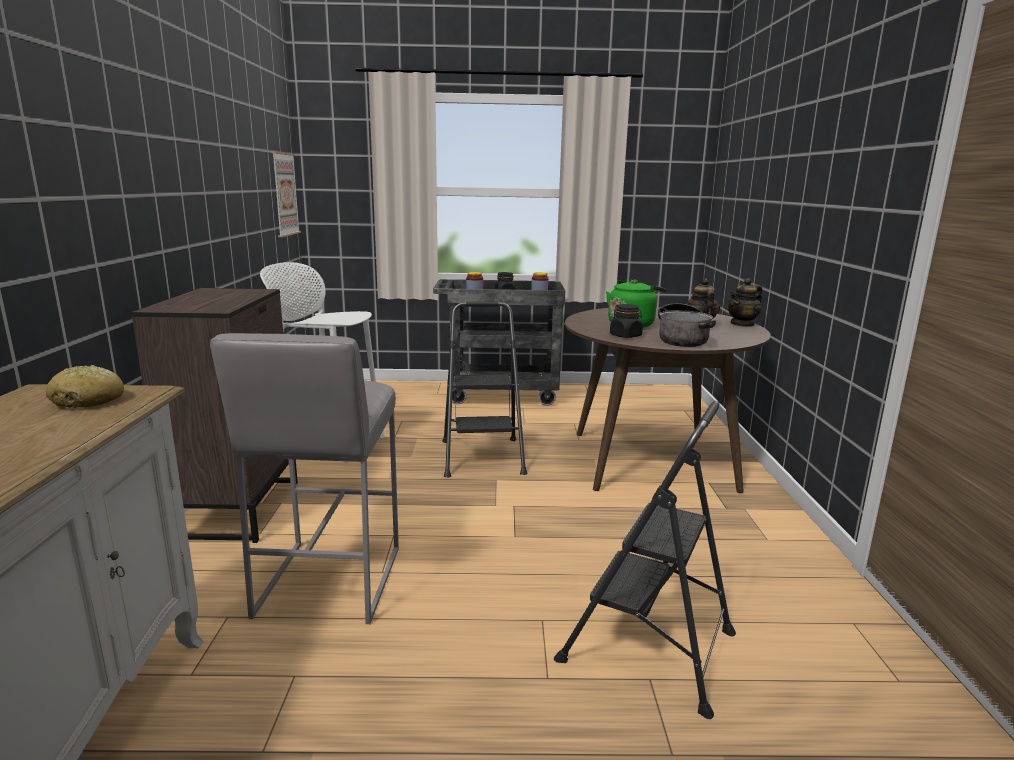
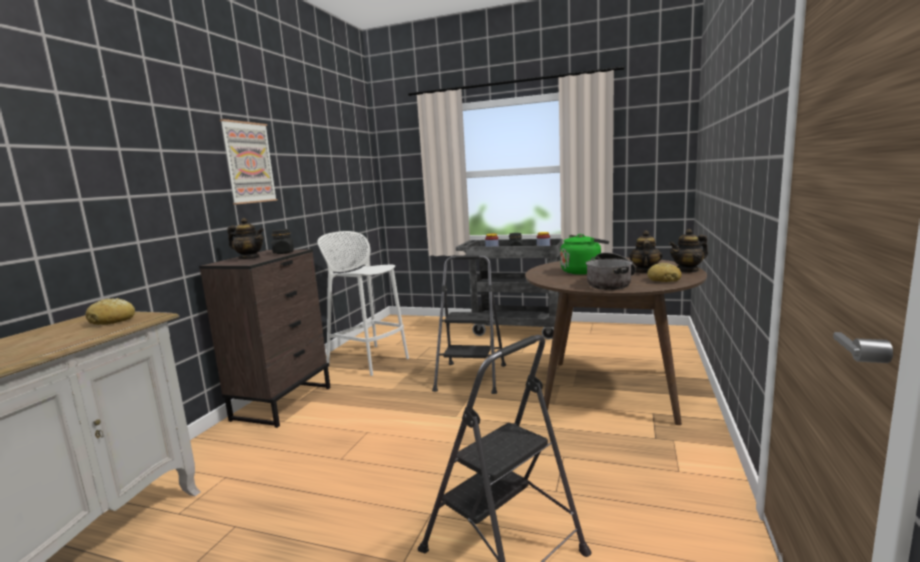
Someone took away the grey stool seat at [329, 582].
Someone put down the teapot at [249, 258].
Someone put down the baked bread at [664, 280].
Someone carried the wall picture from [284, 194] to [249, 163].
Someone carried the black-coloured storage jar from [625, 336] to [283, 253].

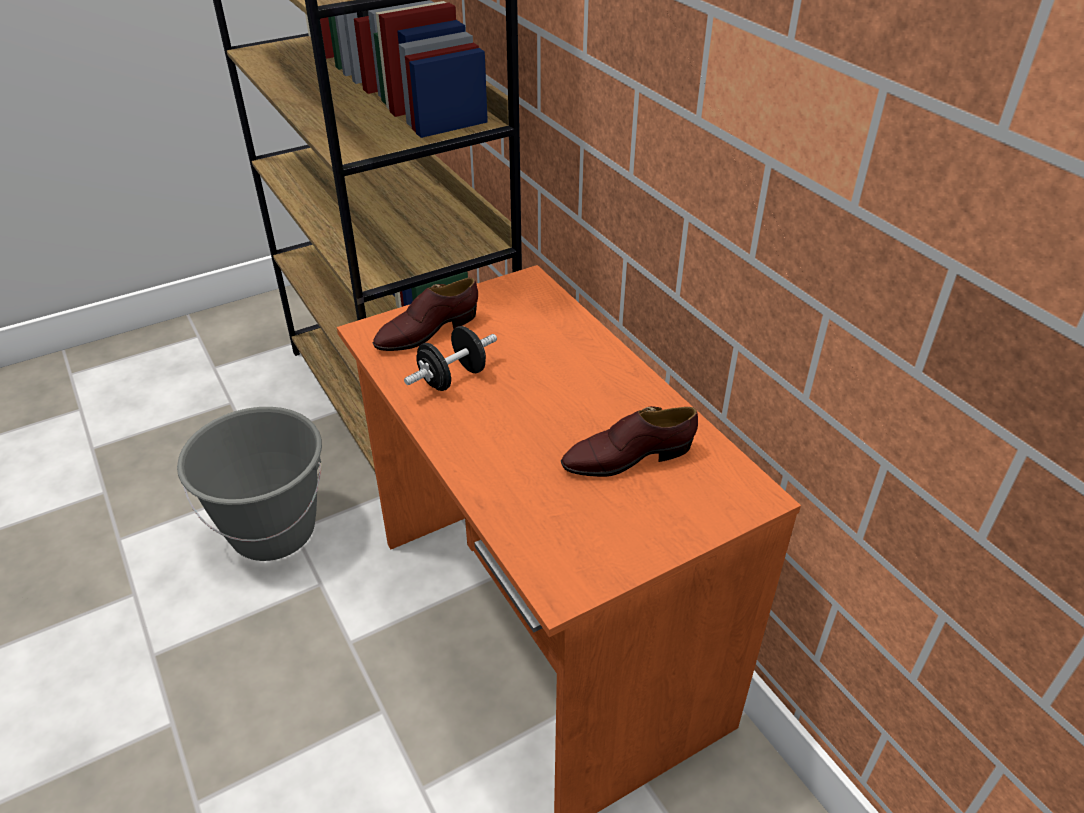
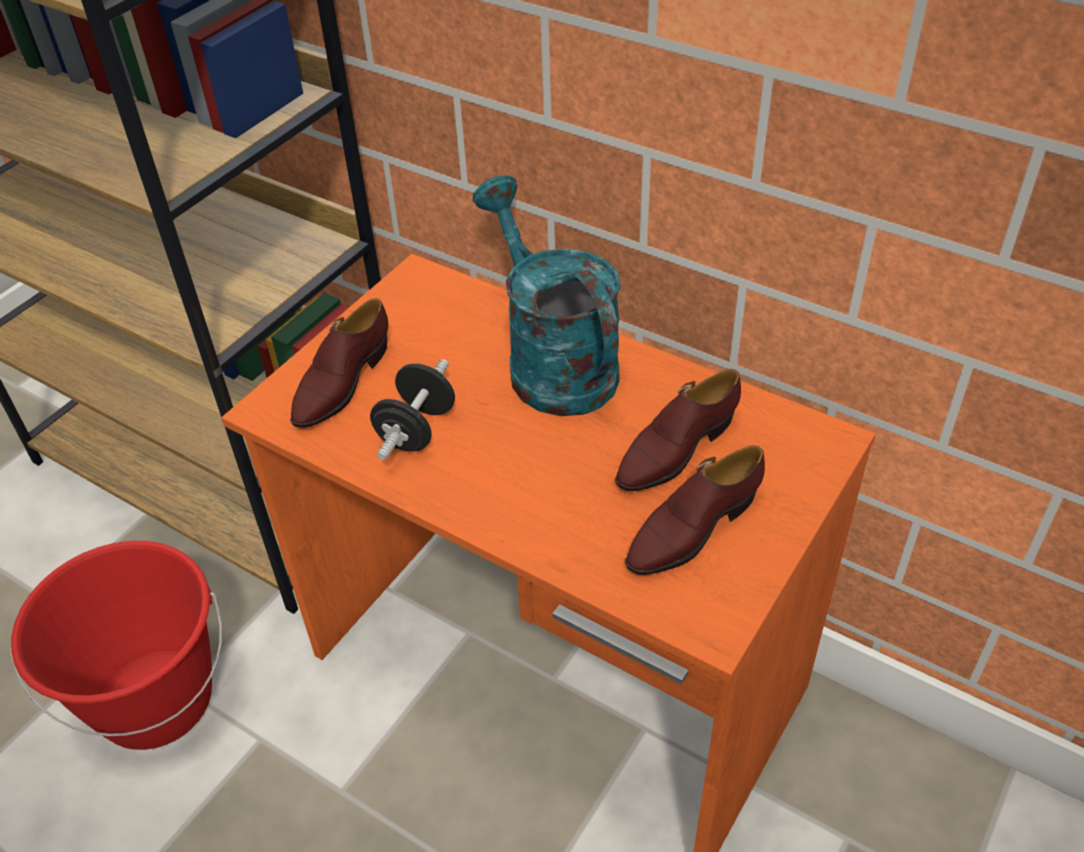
Someone put down the blue-green watering pot at [552, 362].
Someone put down the brownish shoe at [691, 528].
Someone repainted the grey pail at [273, 530], which became the red pail at [156, 700].

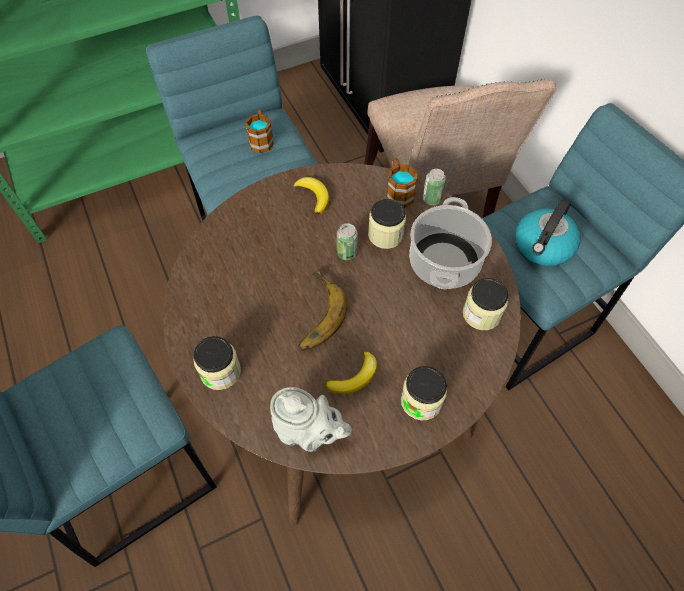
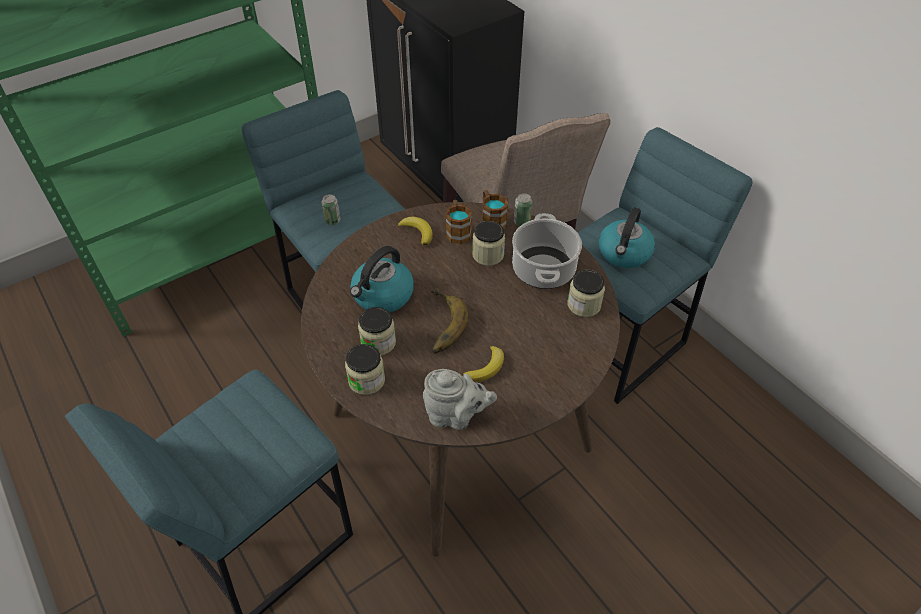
Someone put down the kettle at [382, 296].
Someone carried the tea mug from [261, 139] to [457, 231].
Someone carried the metal can from [346, 253] to [332, 221].
Someone carried the storage jar from [421, 401] to [378, 342].

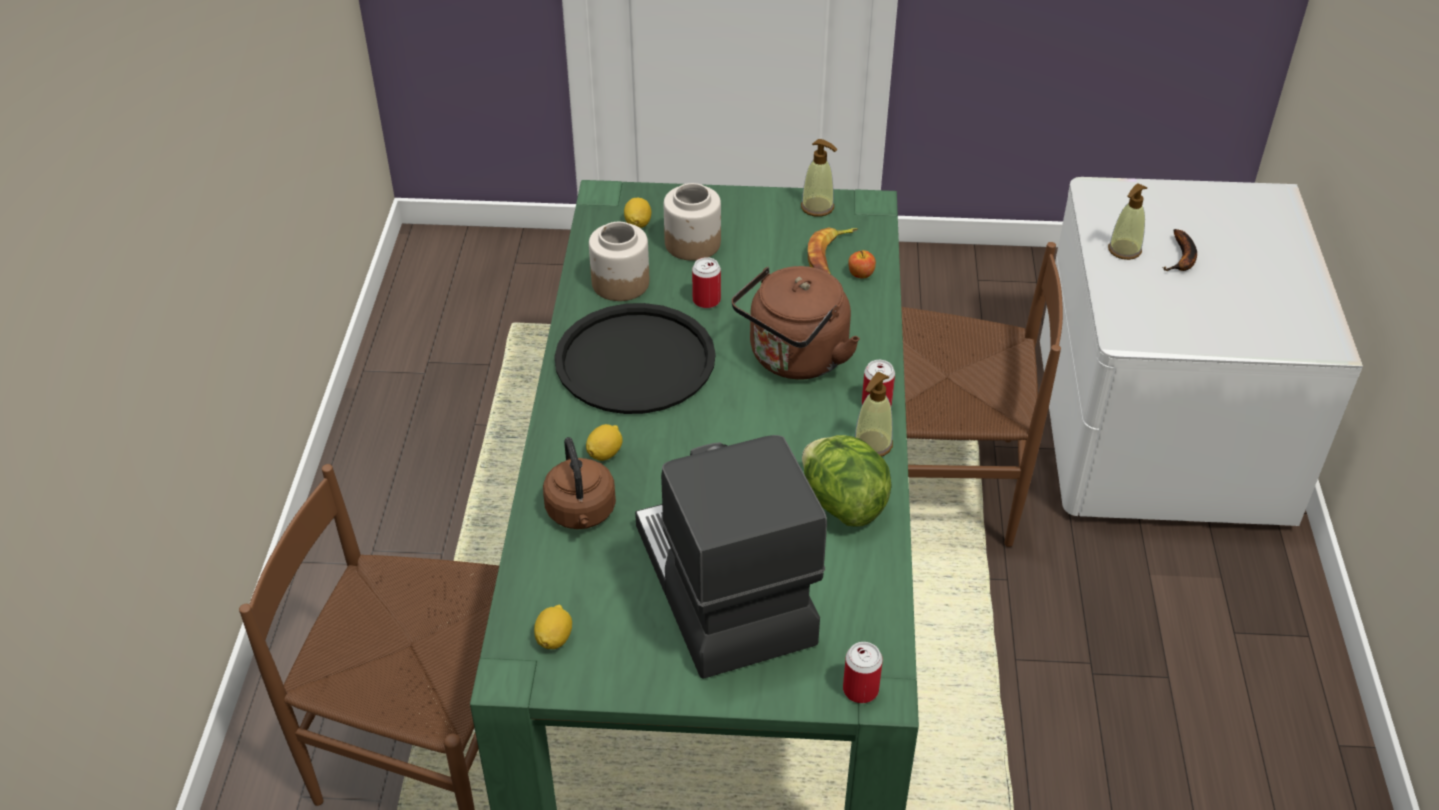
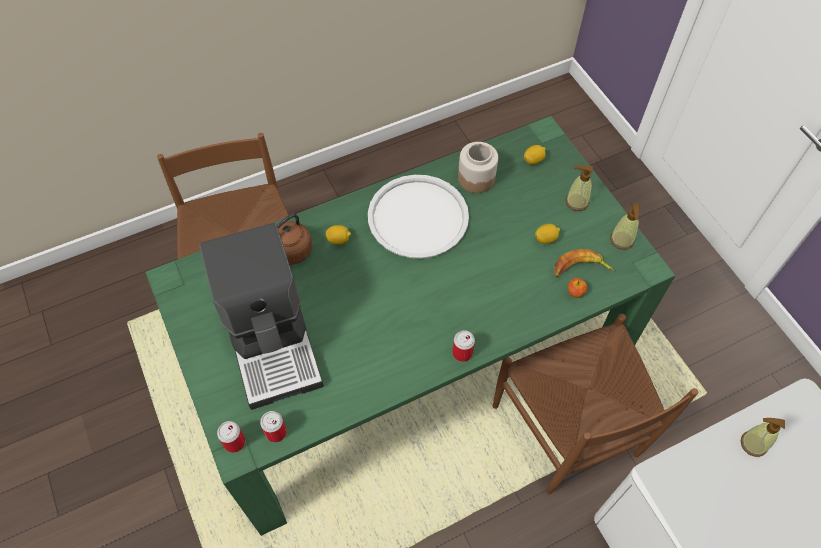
Someone took away the storage jar at [693, 243].
Someone took away the brownish kettle at [794, 359].
Someone took away the lettuce at [842, 503].
Someone took away the banana fruit at [1182, 258].
Someone carried the citrus fruit from [554, 638] to [546, 239].
Someone carried the metal can from [706, 300] to [276, 432].
Someone carried the soap bottle from [872, 444] to [576, 202].
Someone repainted the black-coloured serving tray at [635, 360], which became the whitish serving tray at [418, 217].
Someone rotated the coffee machine at [722, 587] by 120 degrees clockwise.

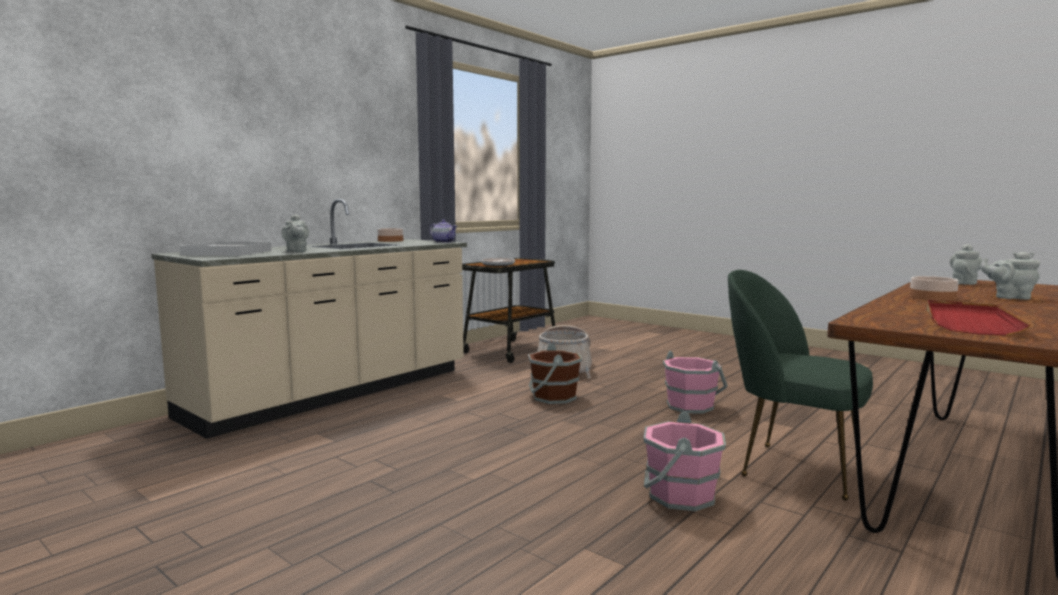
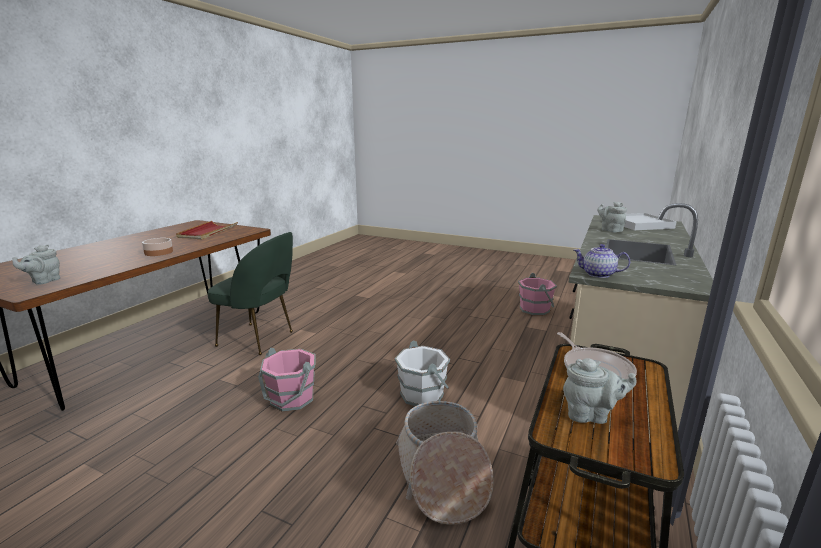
Someone took away the bowl at [391, 240].
Someone carried the pinkish pail from [680, 495] to [535, 309].
Someone carried the grey teapot from [1009, 297] to [590, 415].
Someone repainted the brownish pail at [553, 397], which became the whitish pail at [422, 394].

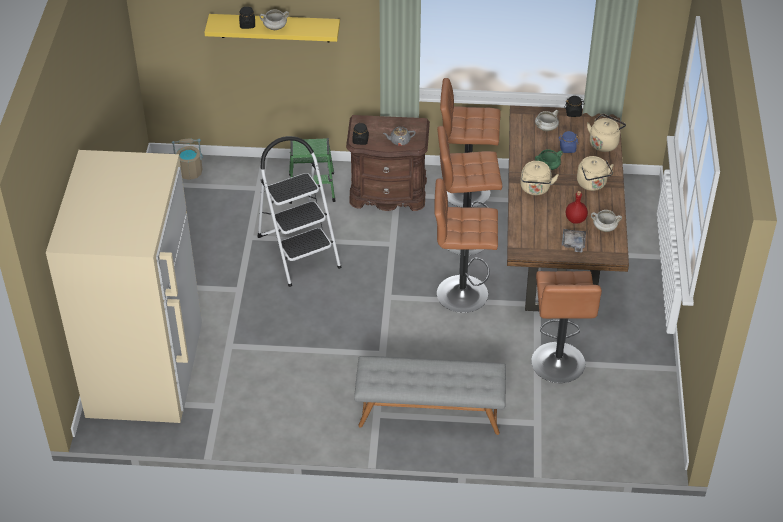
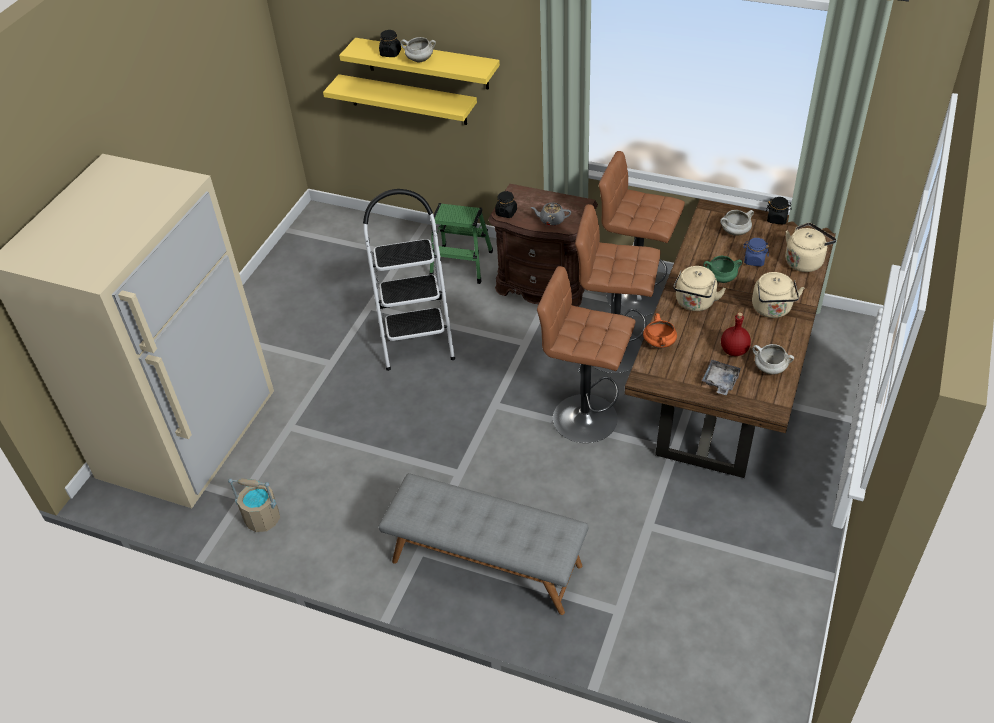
Someone took away the brownish stool seat at [557, 363].
Someone put up the yellow shelf at [408, 99].
Someone put down the orangey stockpot at [659, 343].
Someone carried the beige pail from [190, 172] to [262, 518].

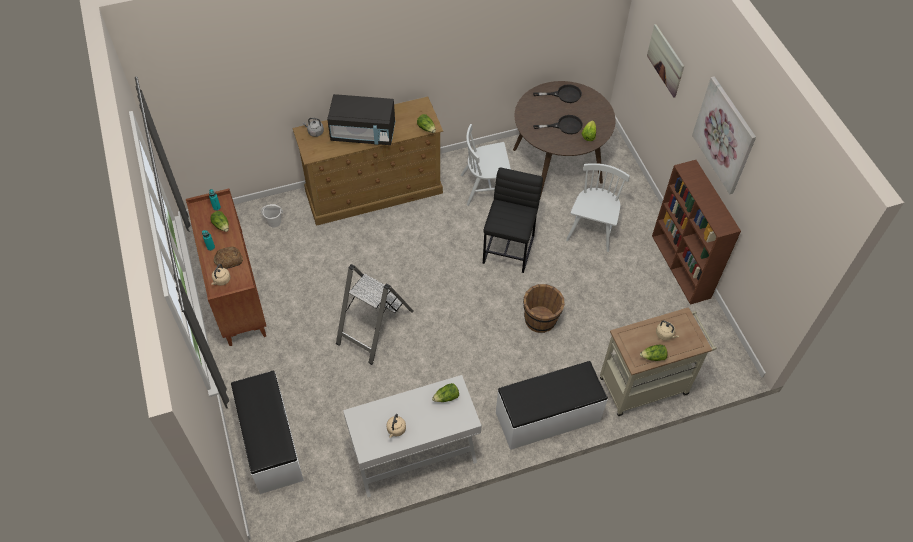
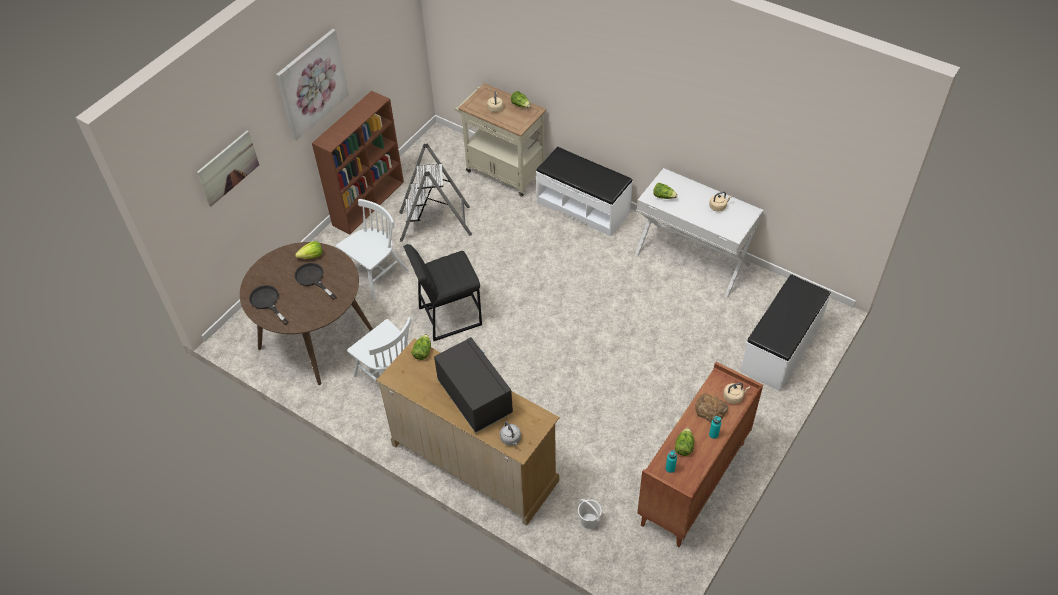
Someone took away the brownish pail at [540, 319].
Someone carried the grey step ladder from [374, 327] to [436, 223].
Someone rotated the whitish plain chair at [592, 229] by 150 degrees clockwise.

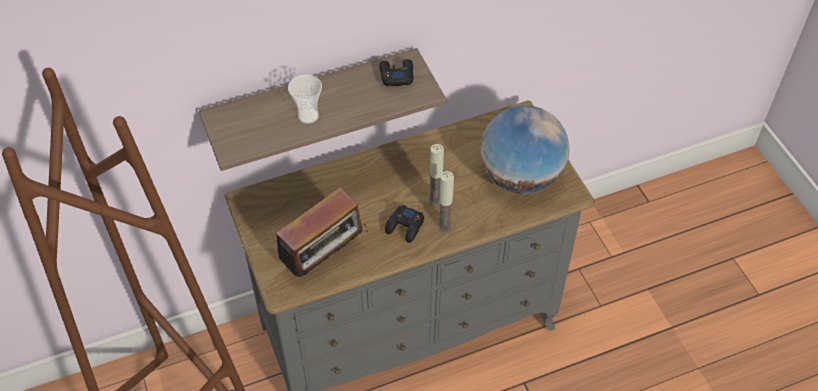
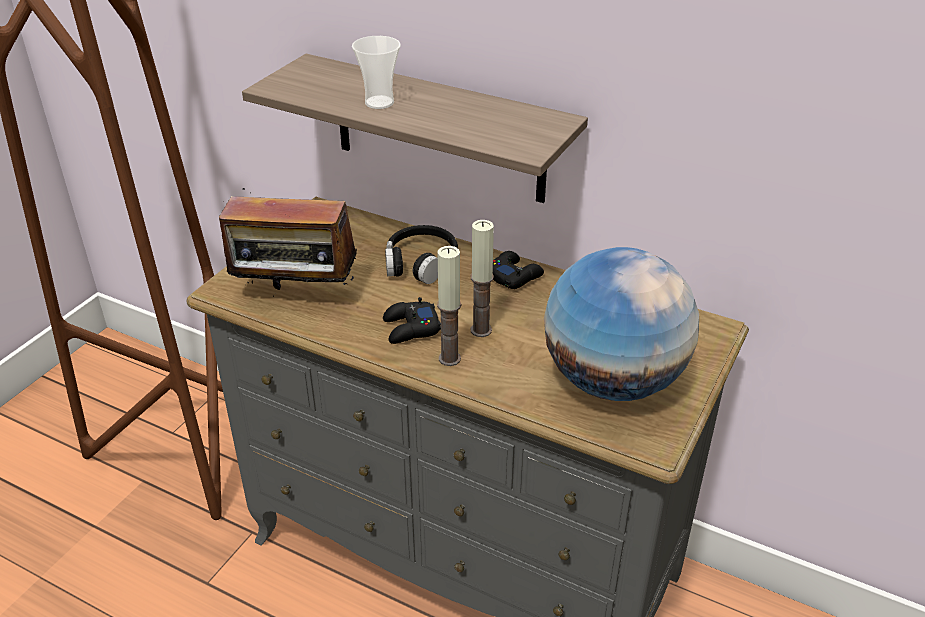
Someone put down the black-coloured headset at [420, 262].
Someone carried the black-coloured joypad from [396, 75] to [513, 276].

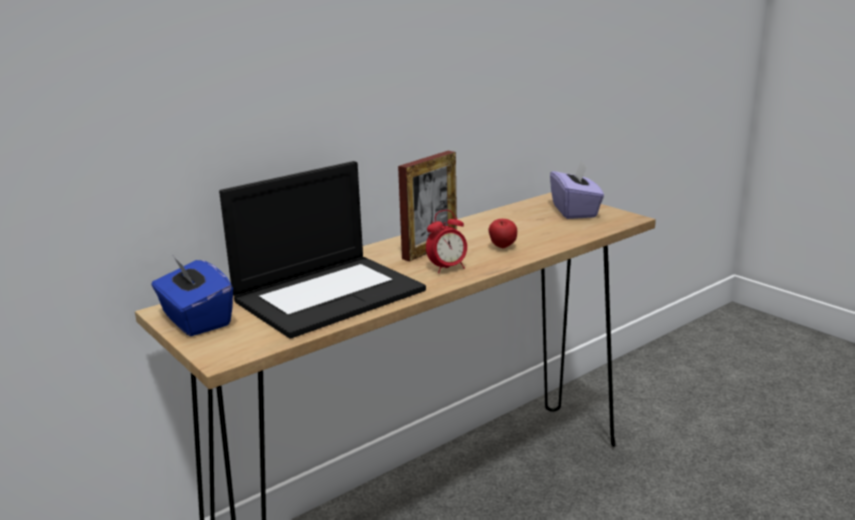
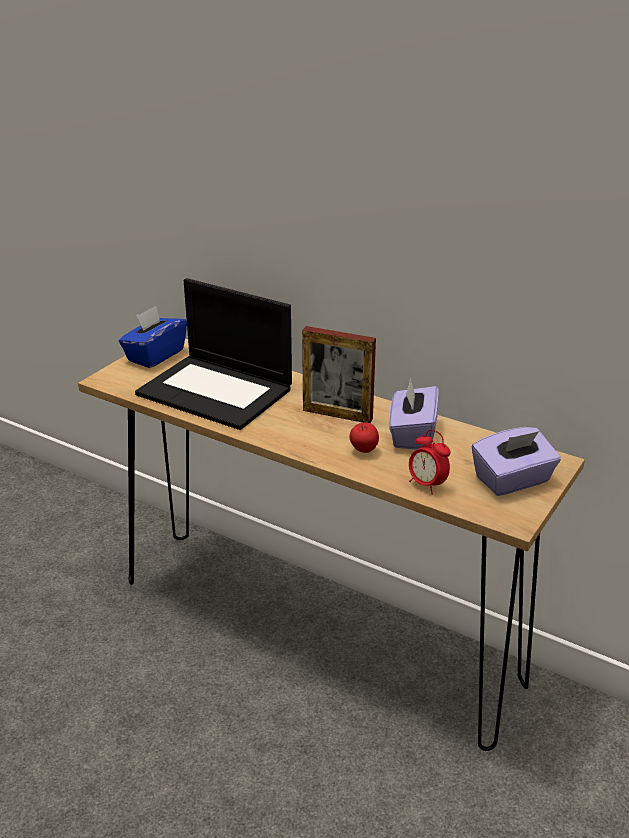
Someone put down the purple-coloured tissue box at [412, 434].
Someone carried the alarm clock from [447, 268] to [427, 485].

